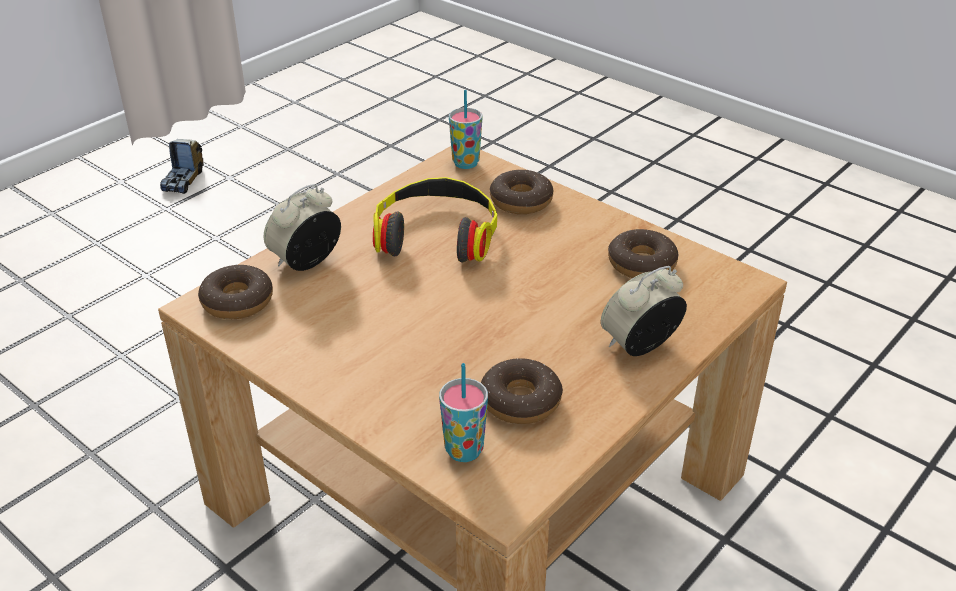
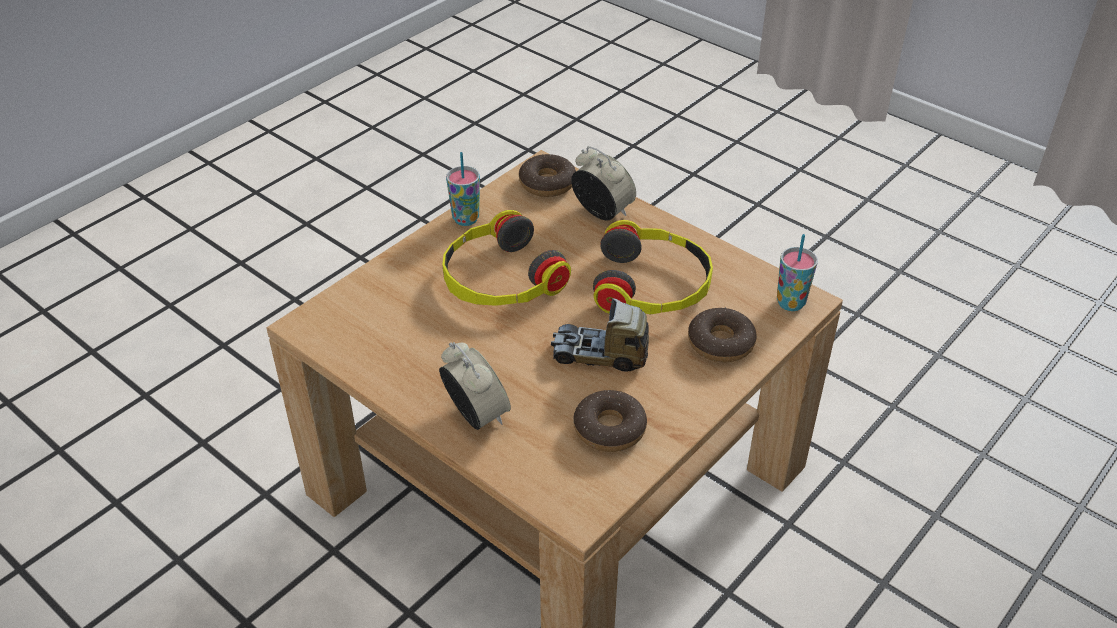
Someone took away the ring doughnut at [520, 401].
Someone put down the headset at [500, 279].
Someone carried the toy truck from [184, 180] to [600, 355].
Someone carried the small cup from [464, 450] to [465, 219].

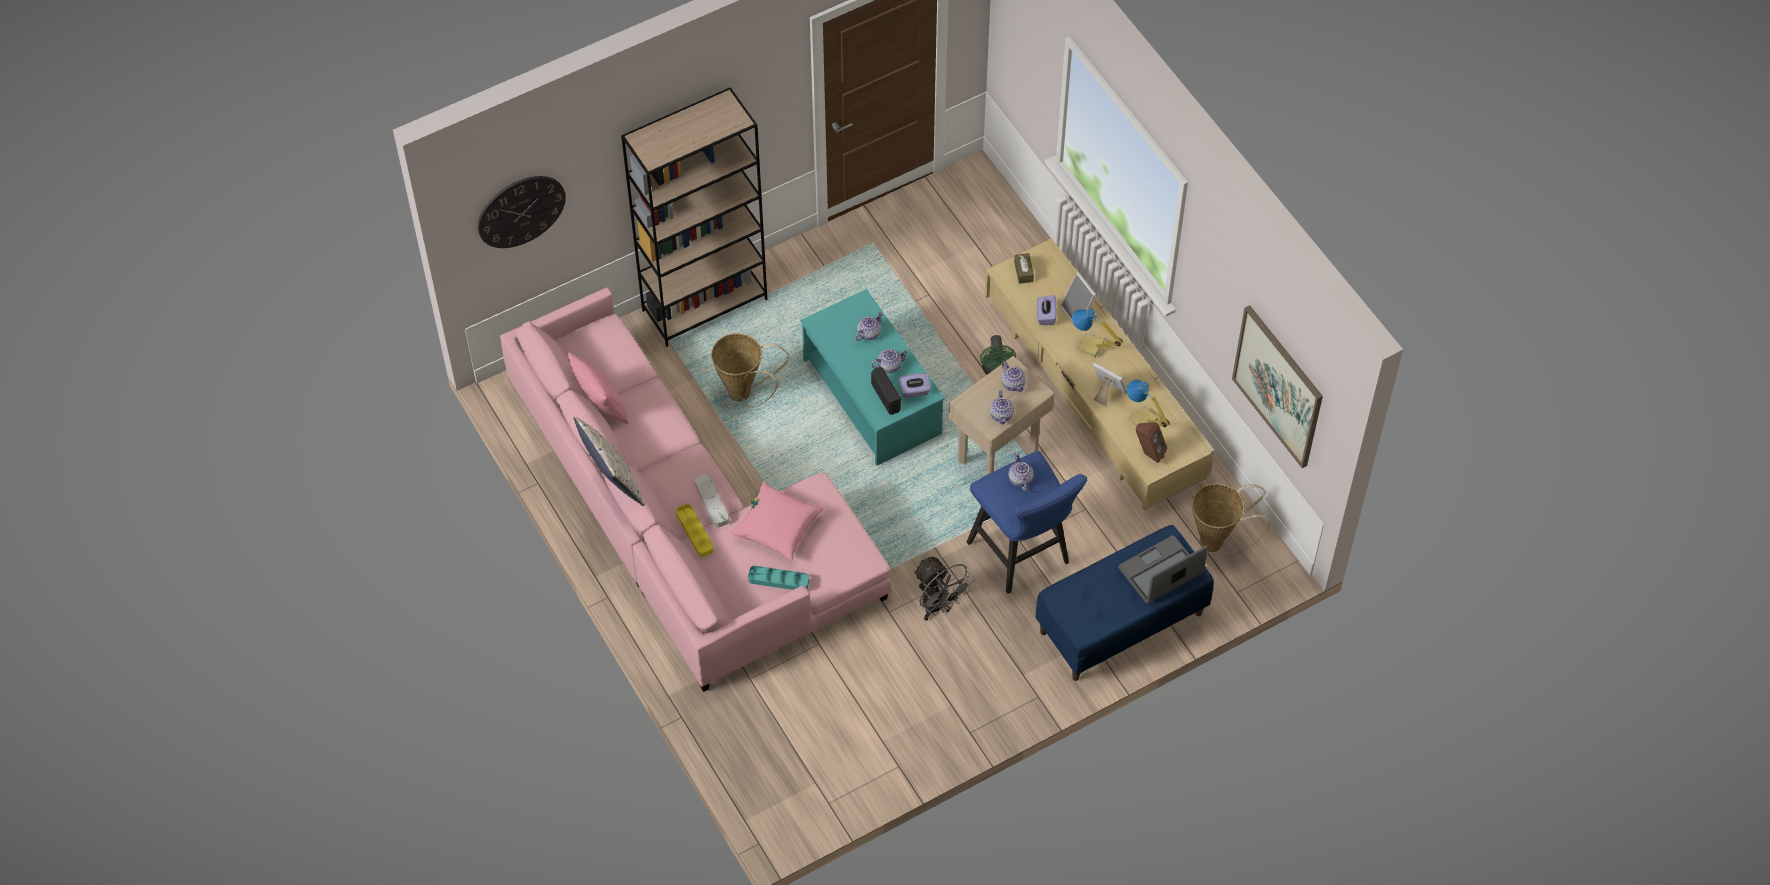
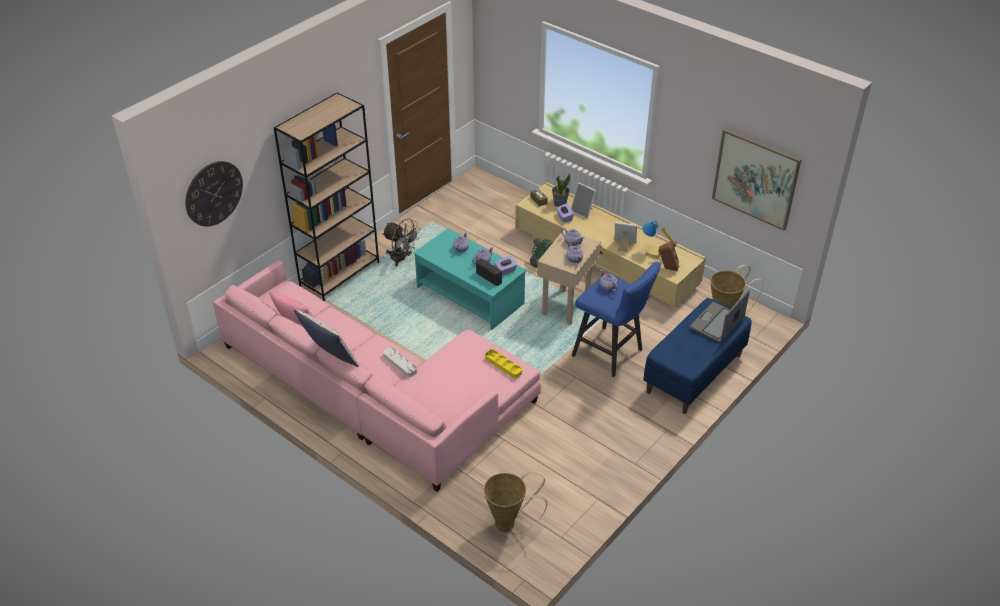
Someone took away the pinkish cushion at [777, 528].
Someone took away the blue-green serving tray at [778, 580].
Someone took away the lamp for a table at [1090, 347].
Someone put down the potted plant at [560, 203].
Someone carried the yellow serving tray from [694, 532] to [503, 365].
Someone carried the storage basket from [745, 394] to [510, 525].
Someone carried the grey fan from [939, 607] to [402, 258].

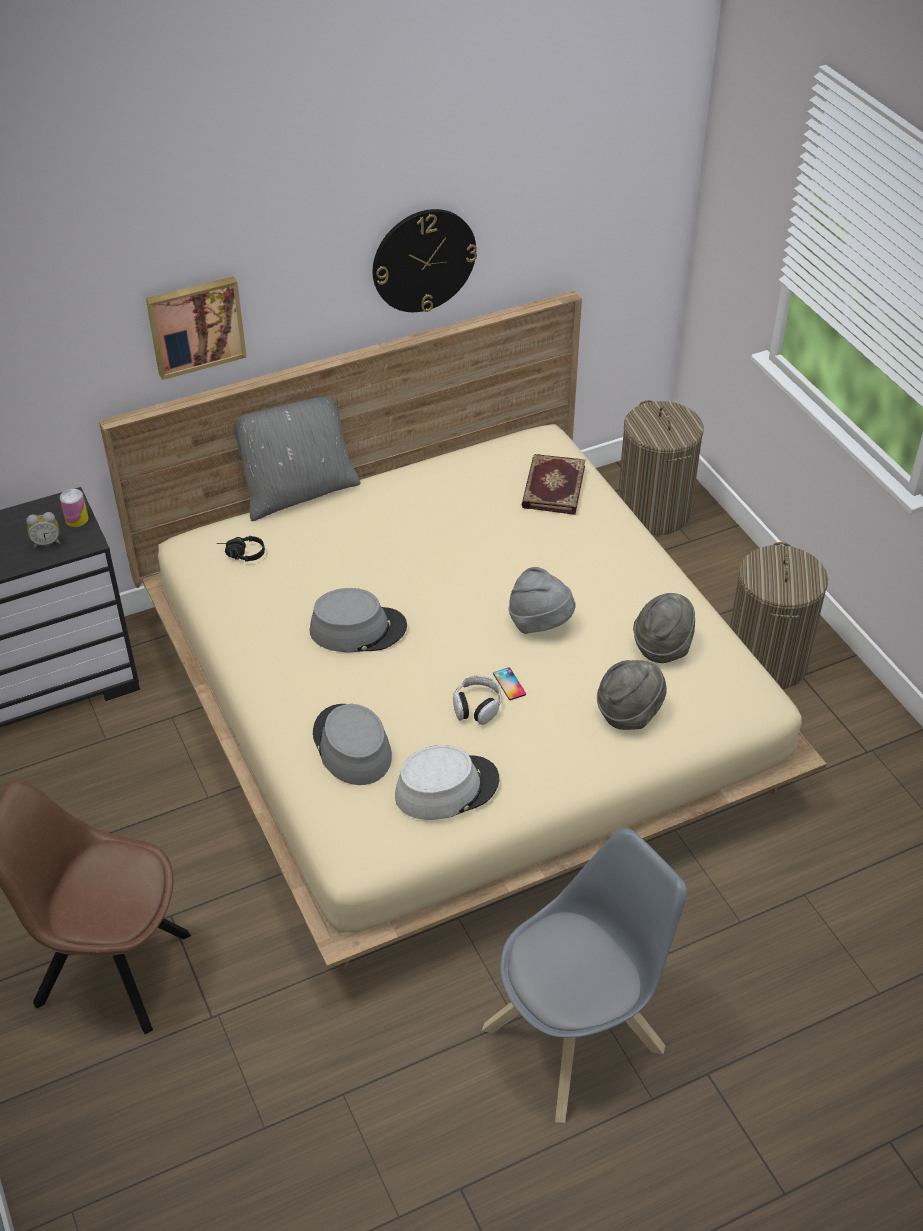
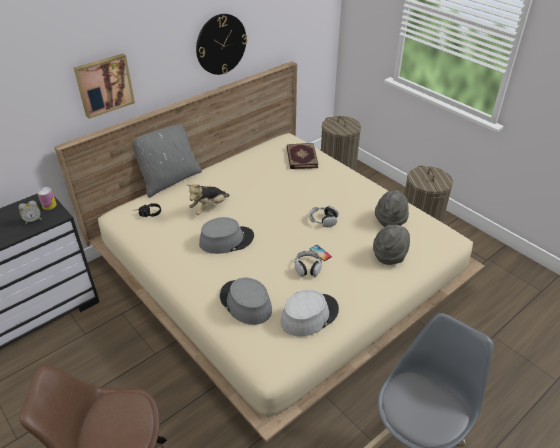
Someone put down the cuddly toy at [209, 208].
Someone swapped the grey clothing hat at [540, 623] for the headset at [323, 220].

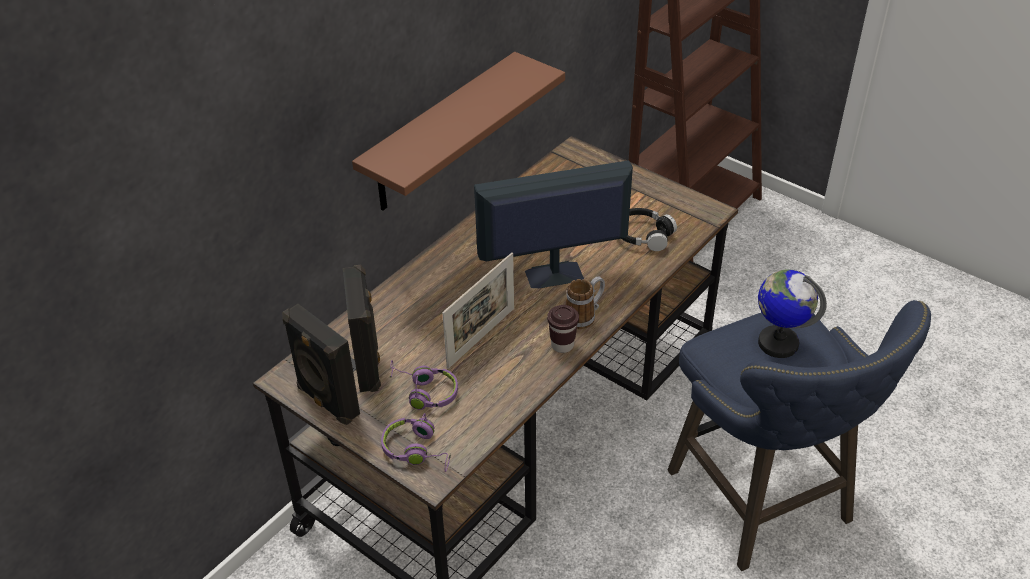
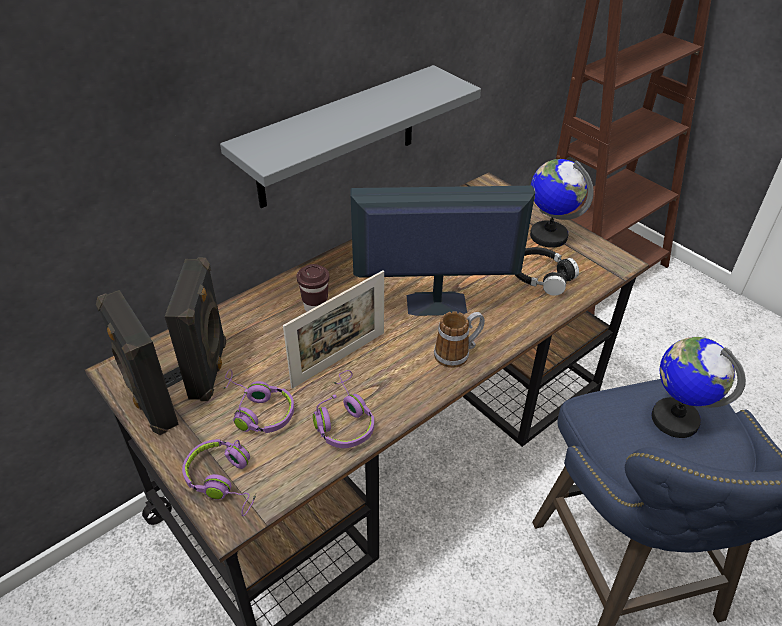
Someone put down the purple-coloured headset at [343, 420].
Someone put down the globe at [548, 235].
Someone carried the brownish small cup from [562, 345] to [315, 307].
Someone repainted the brownish shelf at [440, 134], which became the grey shelf at [337, 138].

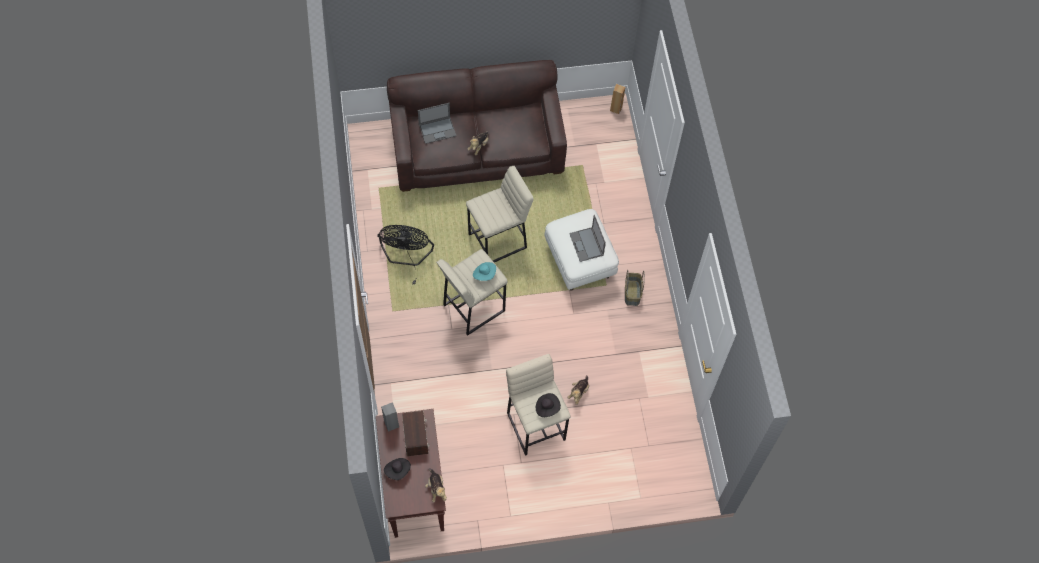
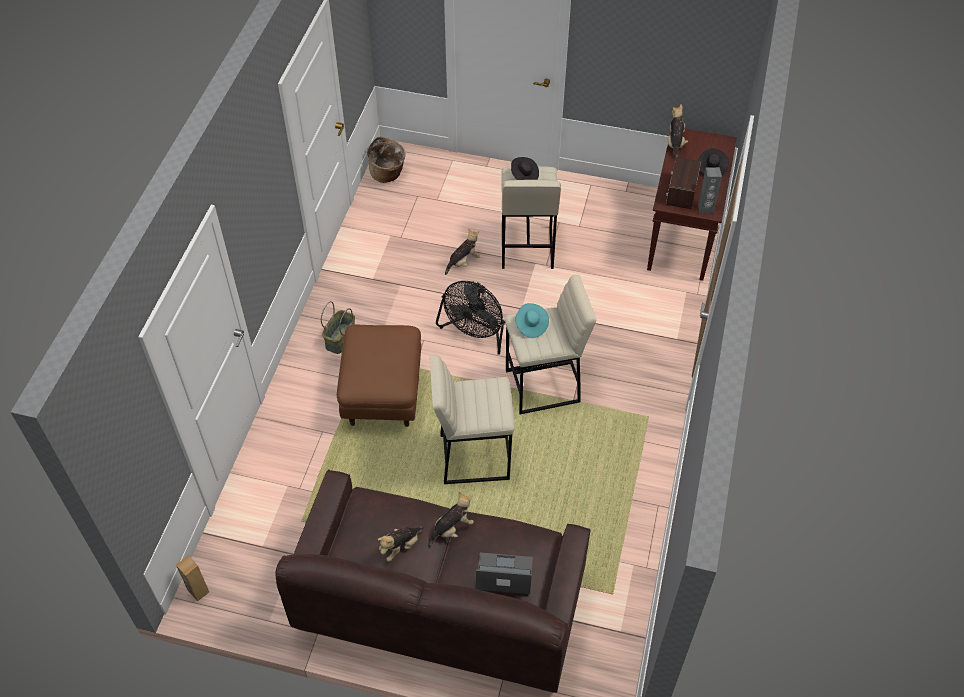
Someone took away the notebook computer at [586, 245].
Someone put down the storage basket at [388, 174].
Someone put down the cuddly toy at [400, 546].
Someone carried the black-coloured fan from [406, 258] to [474, 330].
Someone repainted the whitish pouffe at [580, 262], which became the brownish pouffe at [382, 394].

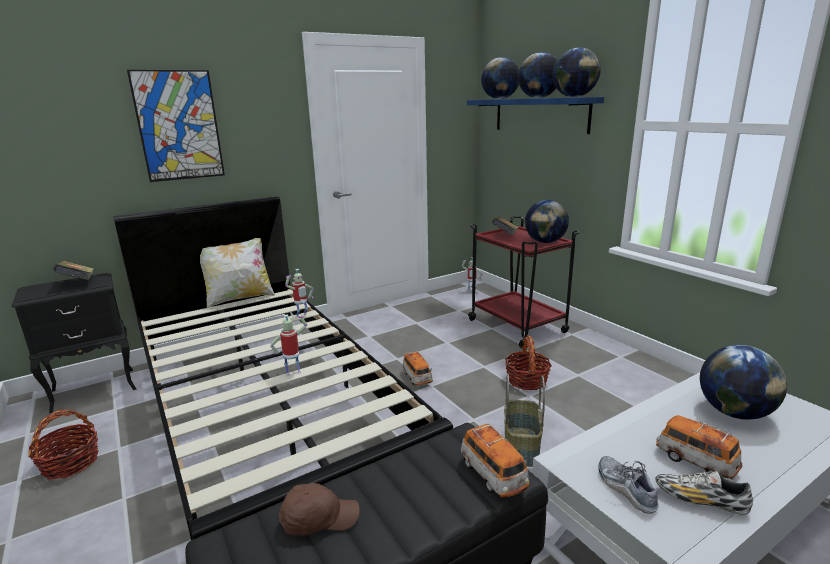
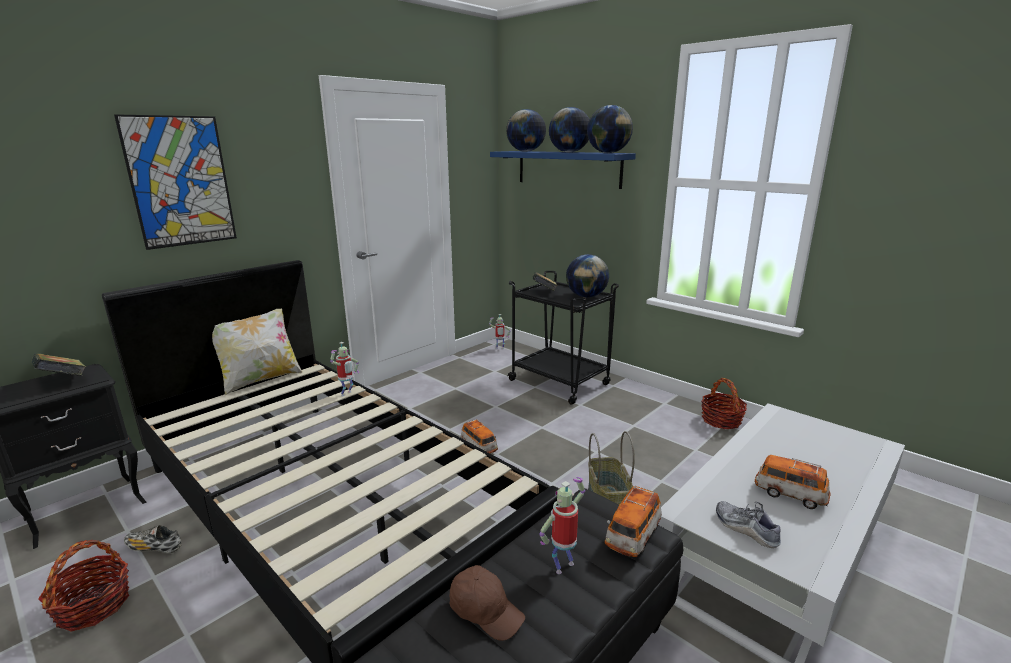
Someone took away the globe at [734, 412].
Someone carried the robot figure from [293, 372] to [563, 565].
Someone carried the storage basket from [526, 380] to [721, 420].
Someone carried the shoe from [700, 501] to [154, 548].
Someone repainted the red cart at [518, 326], which became the black-coloured cart at [560, 383].
Someone rotated the brownish peaked cap at [319, 519] by 60 degrees clockwise.
Someone rotated the miniature car at [493, 475] by 75 degrees clockwise.

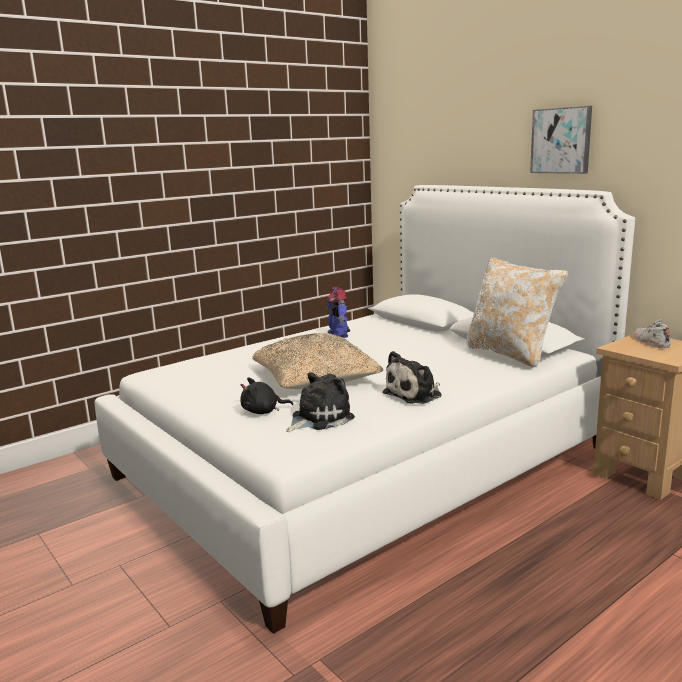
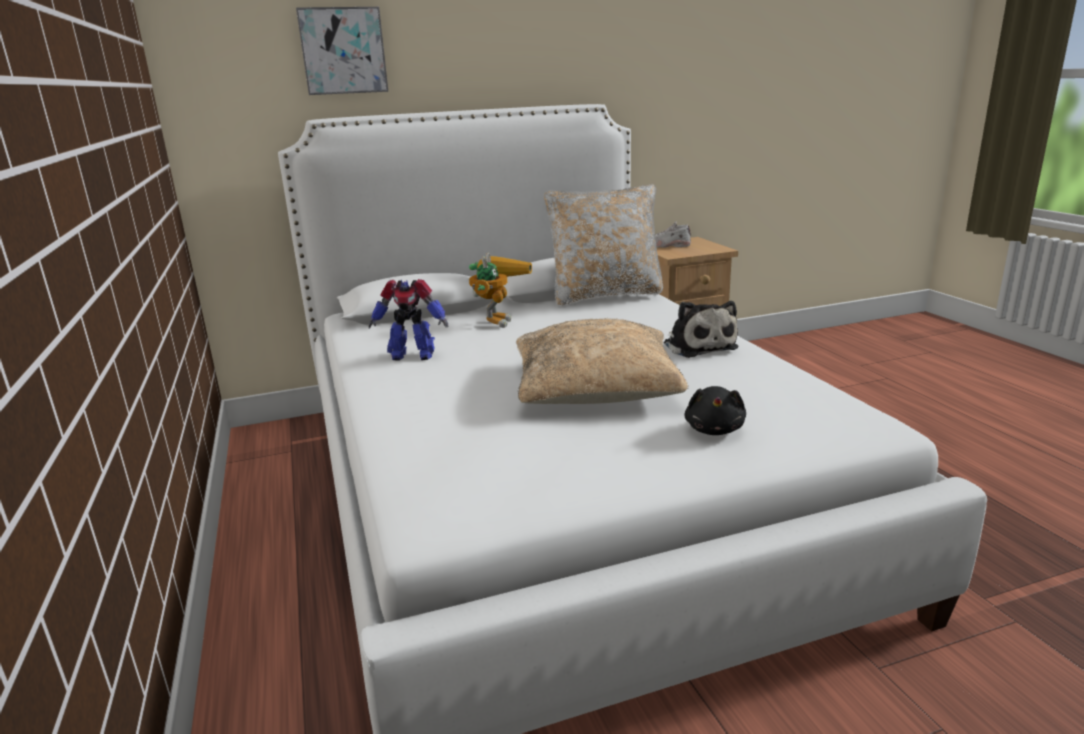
Someone took away the cuddly toy at [319, 418].
Someone put down the robot figure at [497, 319].
Someone carried the wall picture from [561, 140] to [343, 51].

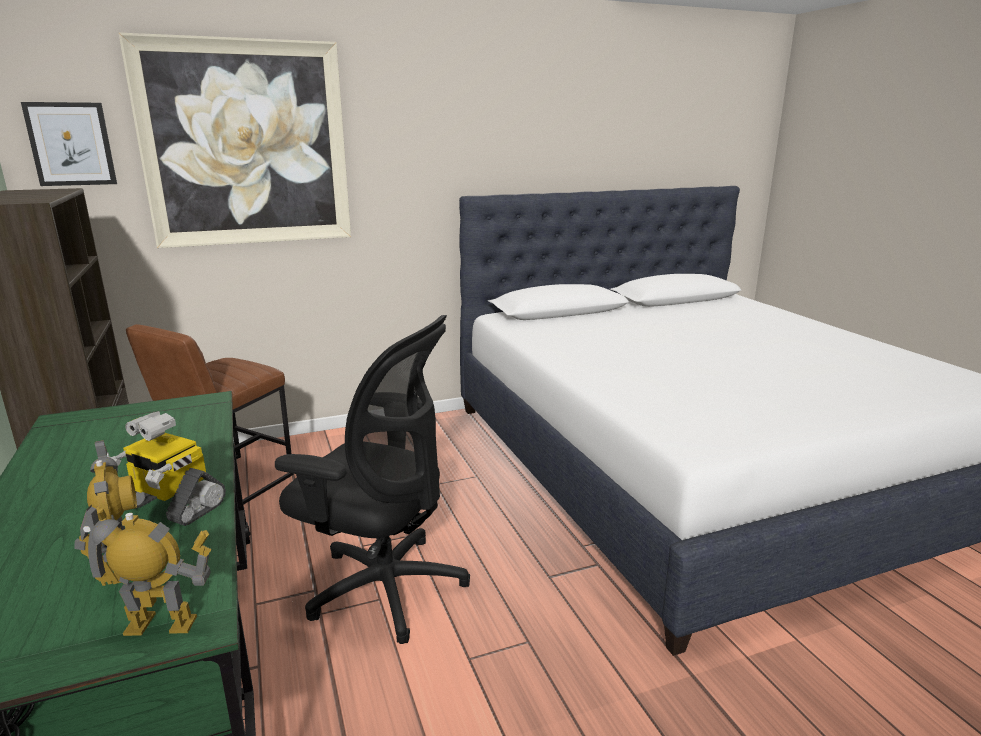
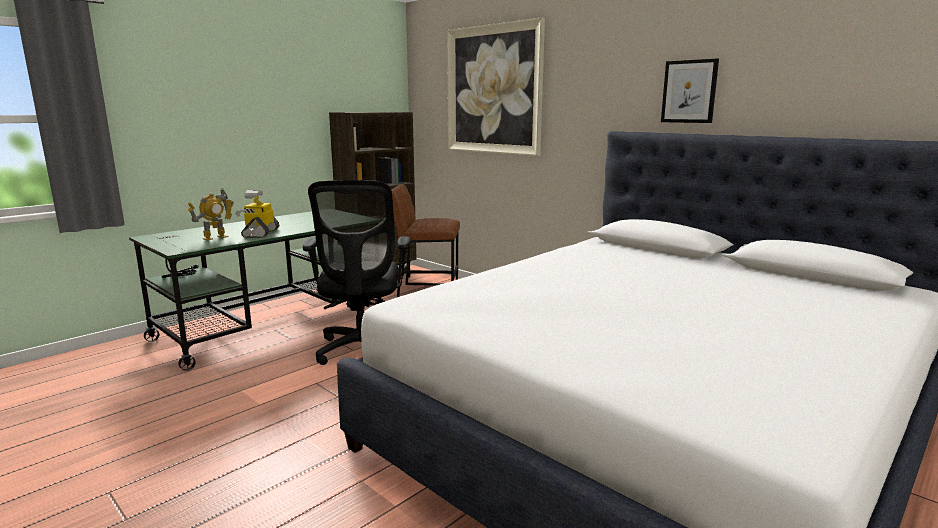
Someone took away the robot figure at [160, 625].
Someone carried the wall picture from [71, 144] to [689, 91].

